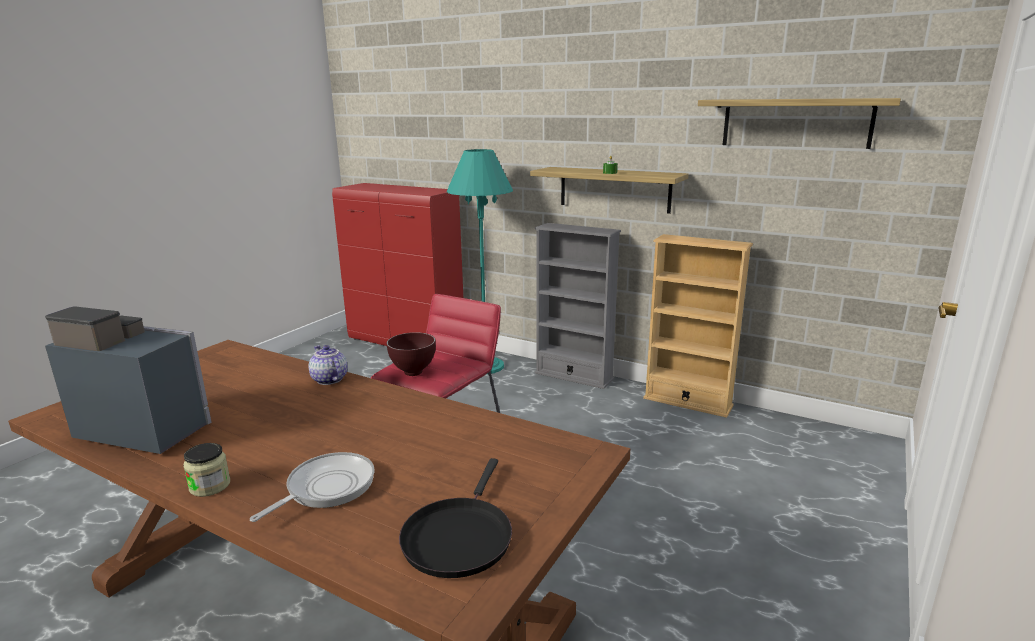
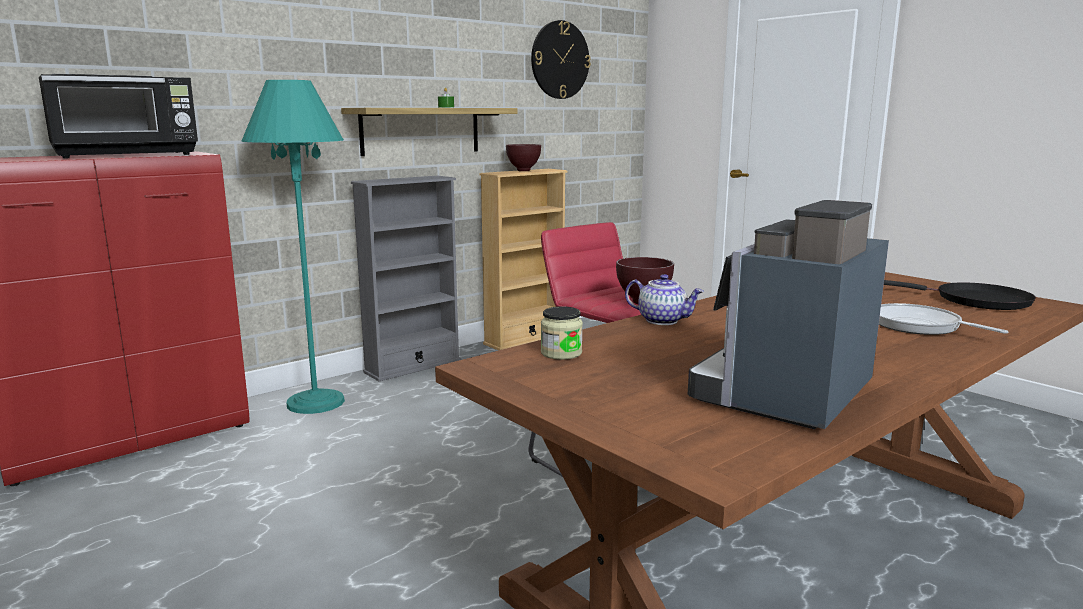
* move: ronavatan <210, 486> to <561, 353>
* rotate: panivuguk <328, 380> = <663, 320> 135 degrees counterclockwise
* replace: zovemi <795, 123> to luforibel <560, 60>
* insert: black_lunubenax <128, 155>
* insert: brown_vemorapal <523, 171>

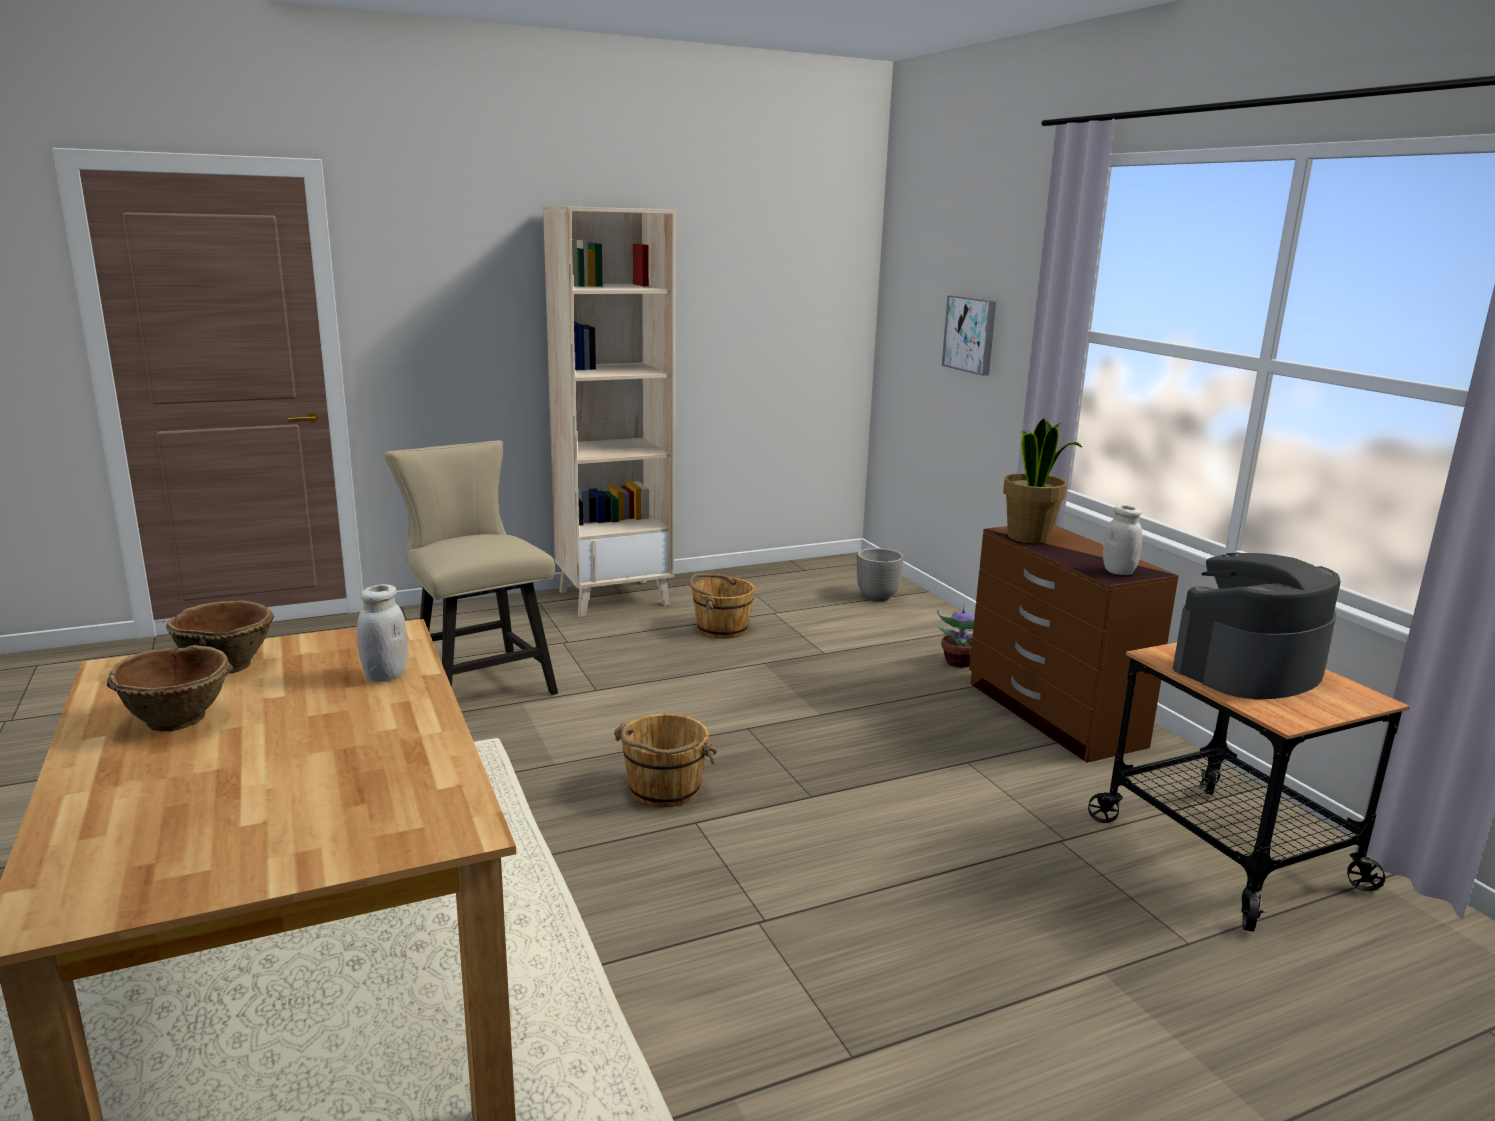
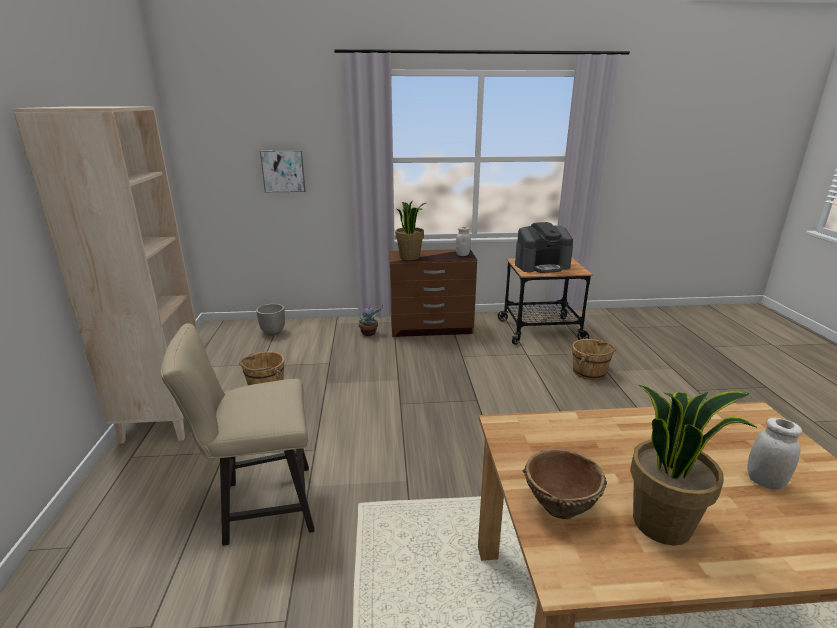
* replace: brown_vemorapal <179, 719> to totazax <662, 523>
* move: white_ronavatan <385, 675> to <764, 481>
* move: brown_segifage <663, 789> to <589, 372>
* rotate: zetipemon <1247, 670> = <542, 266> 90 degrees counterclockwise

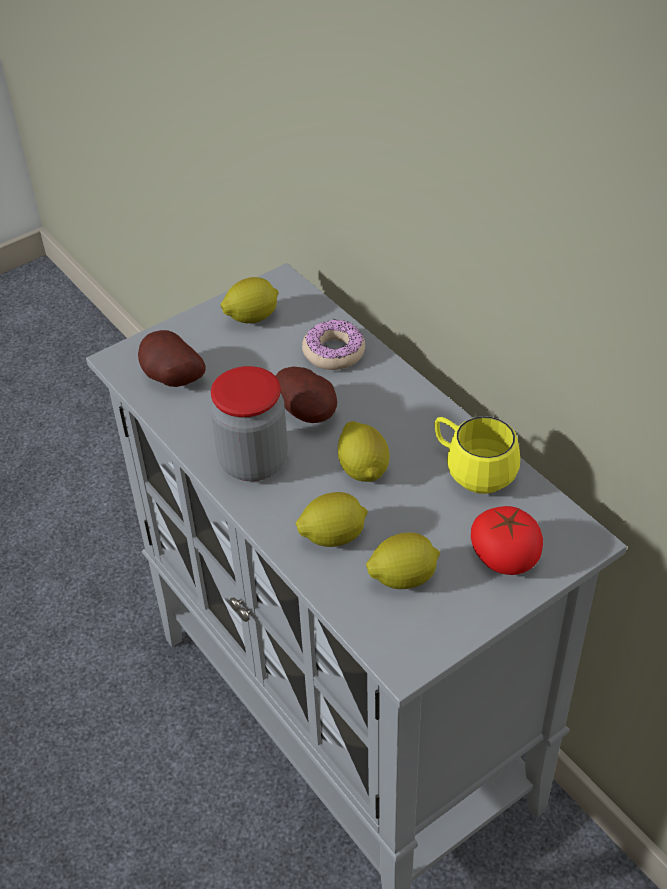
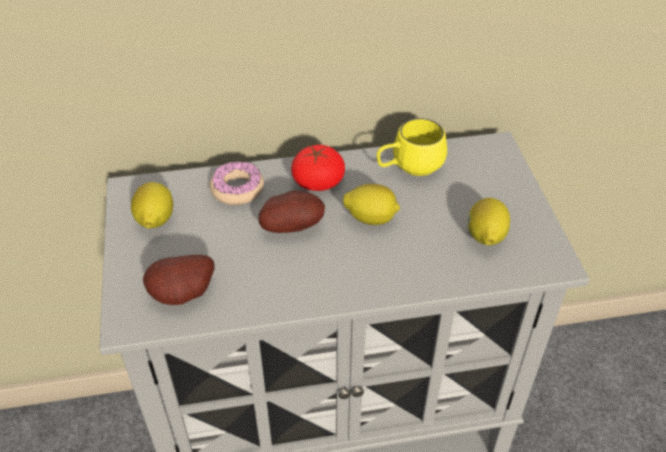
* delete: ronavatan <253, 462>
* delete: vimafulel <332, 536>
* move: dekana <505, 556> to <318, 182>

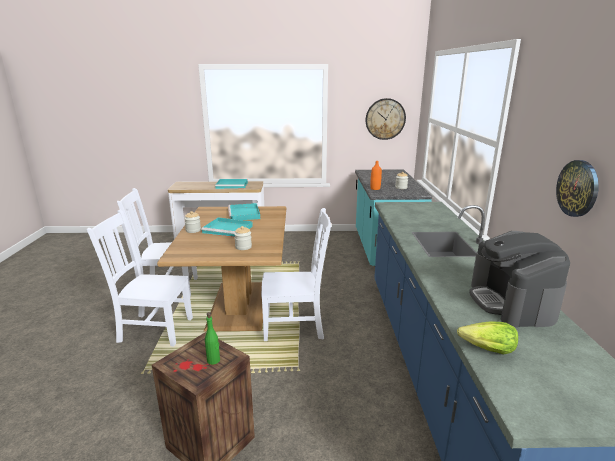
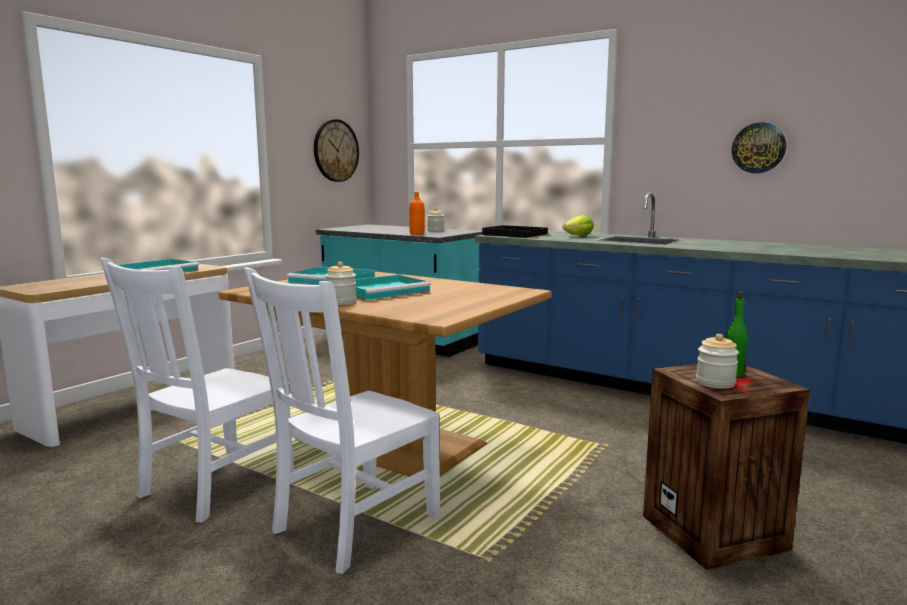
* move: ronavatan <243, 247> to <715, 383>
* delete: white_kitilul <296, 326>
* move: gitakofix <487, 349> to <578, 236>
* delete: zetipemon <511, 302>
* insert: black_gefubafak <513, 234>

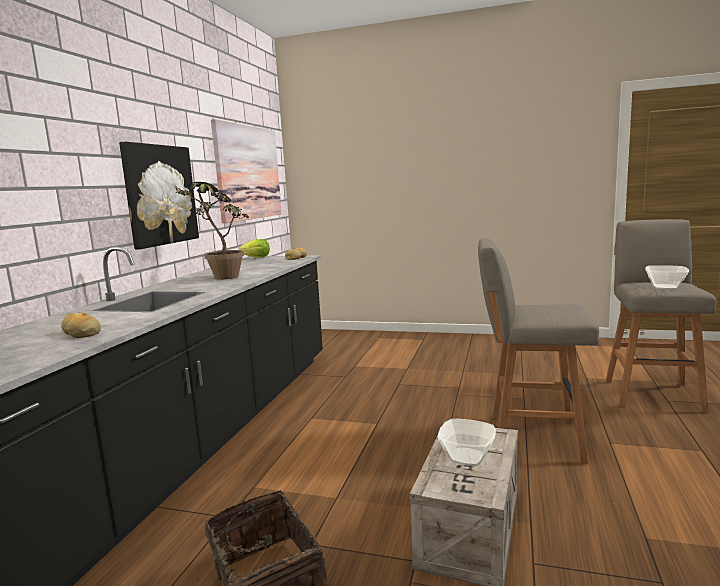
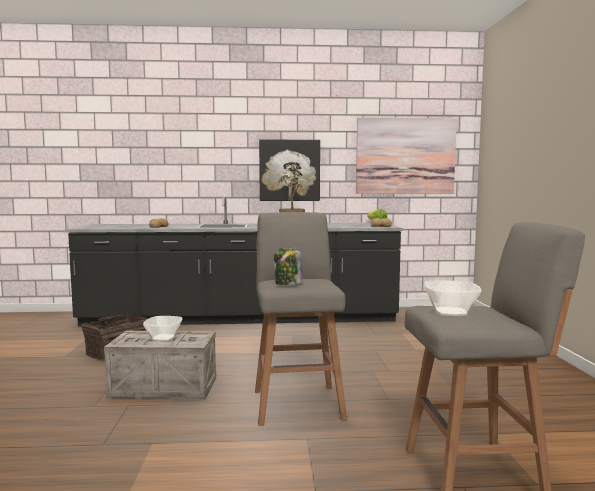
* insert: ronavatan <288, 284>

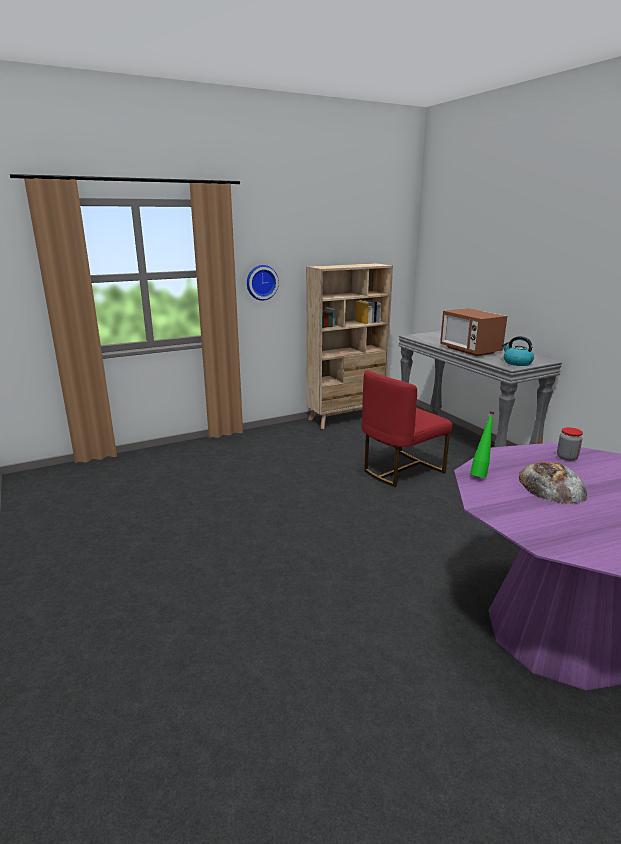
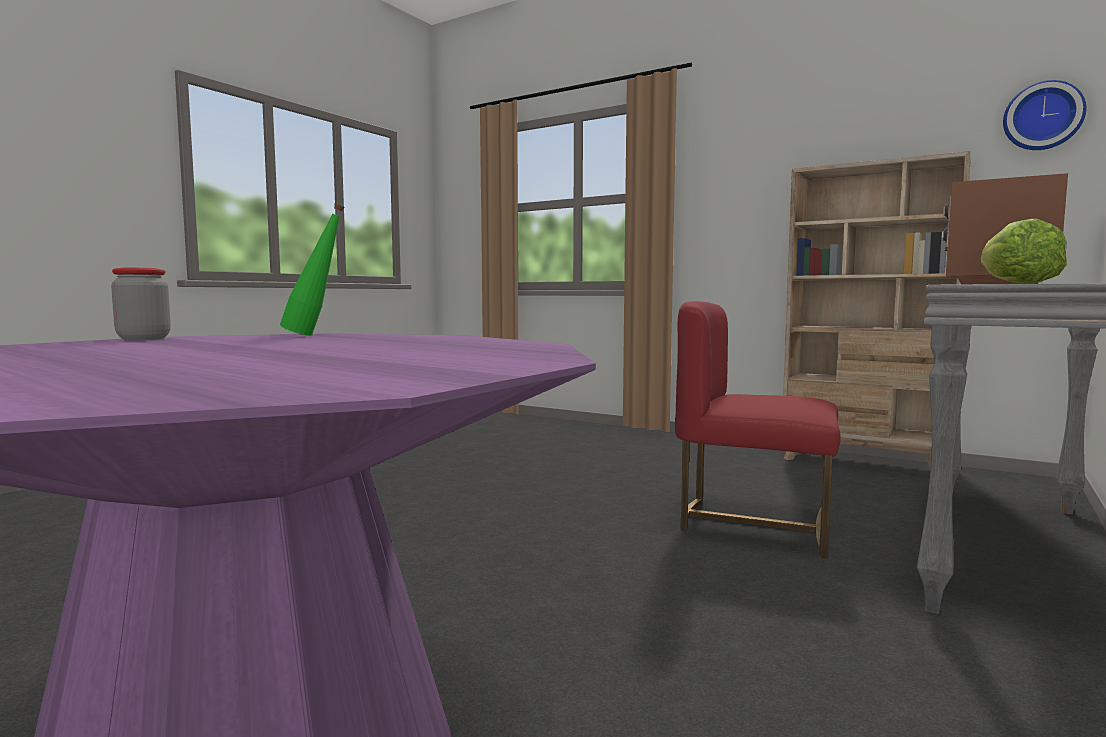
* move: luforibel <261, 282> to <1042, 117>
* replace: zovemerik <516, 363> to gitakofix <1015, 283>
* delete: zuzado <551, 486>
* move: ronavatan <567, 457> to <143, 338>

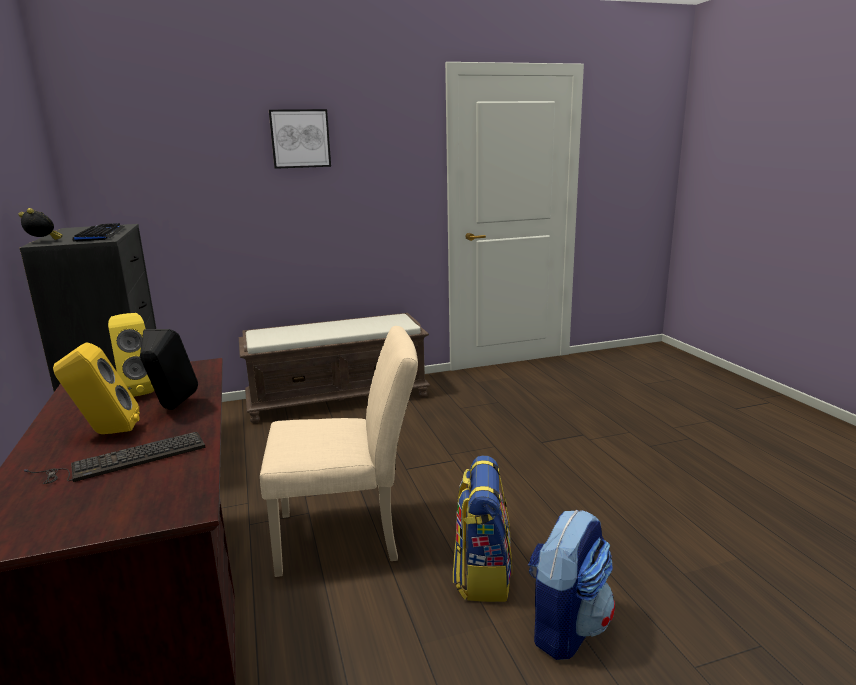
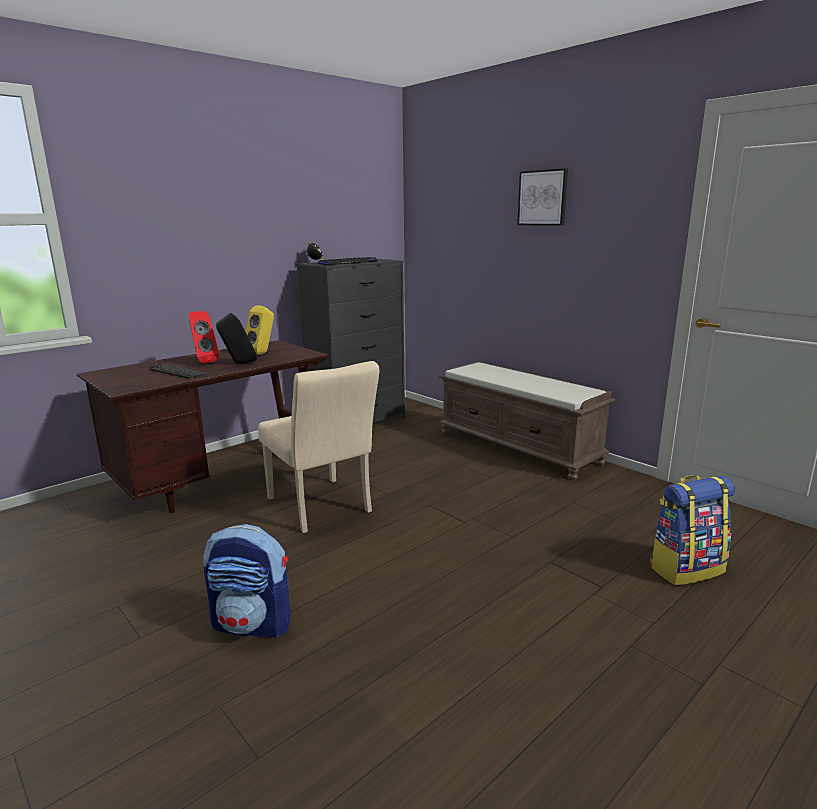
* recolor: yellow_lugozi <105, 433> to red_lugozi <204, 362>
* move: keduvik <482, 574> to <685, 568>

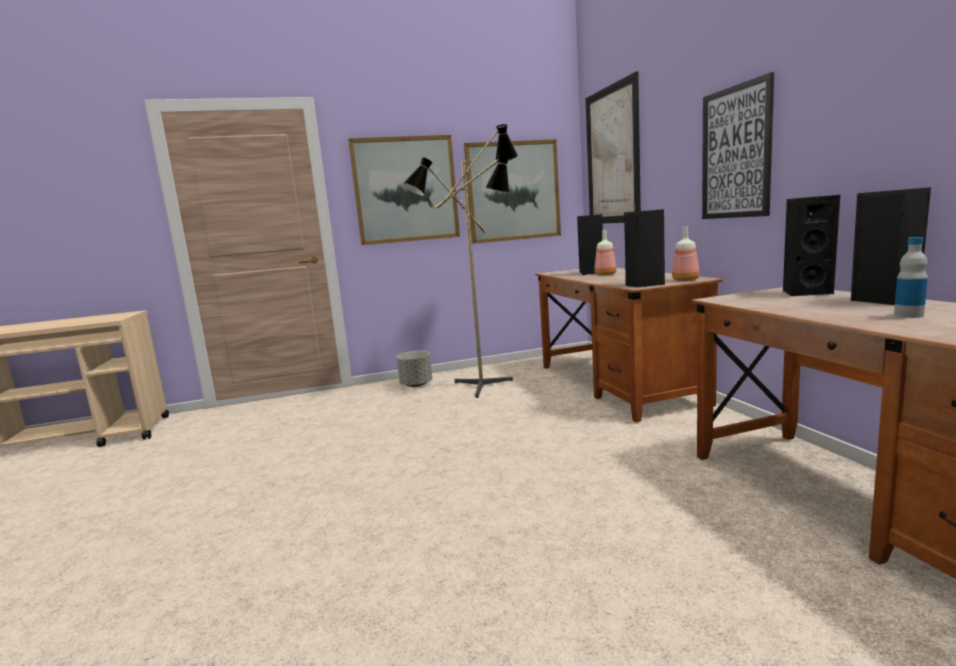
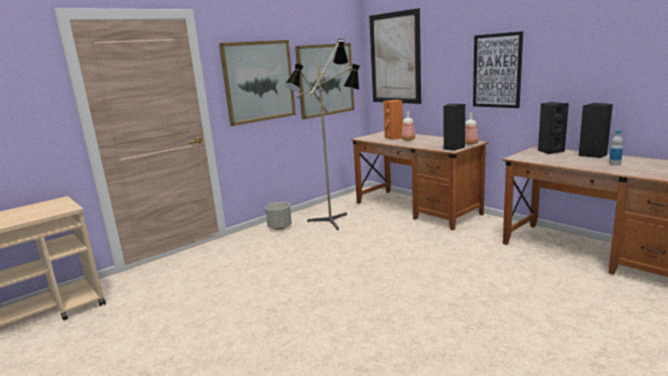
* recolor: black_lugozi <591, 273> to orange_lugozi <394, 138>

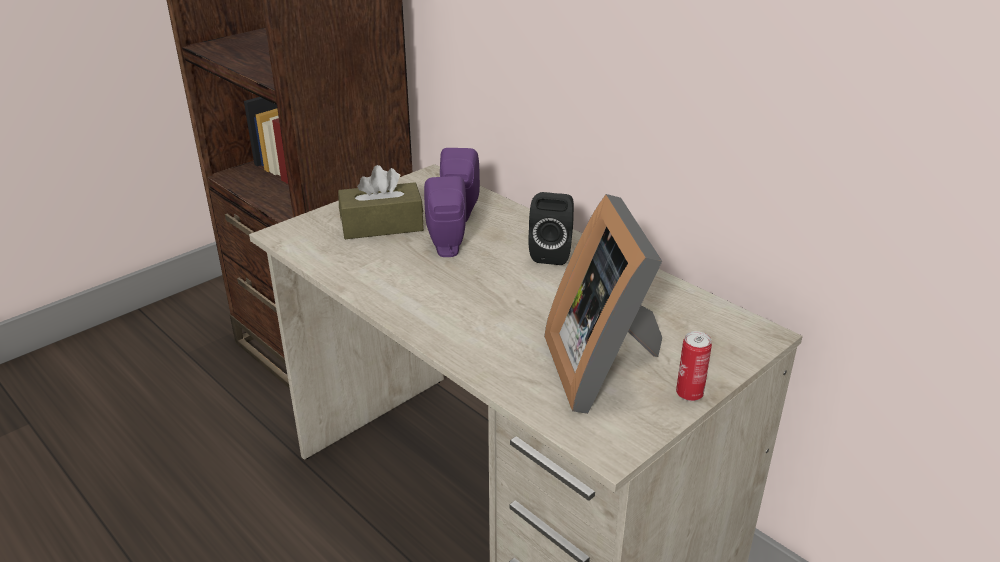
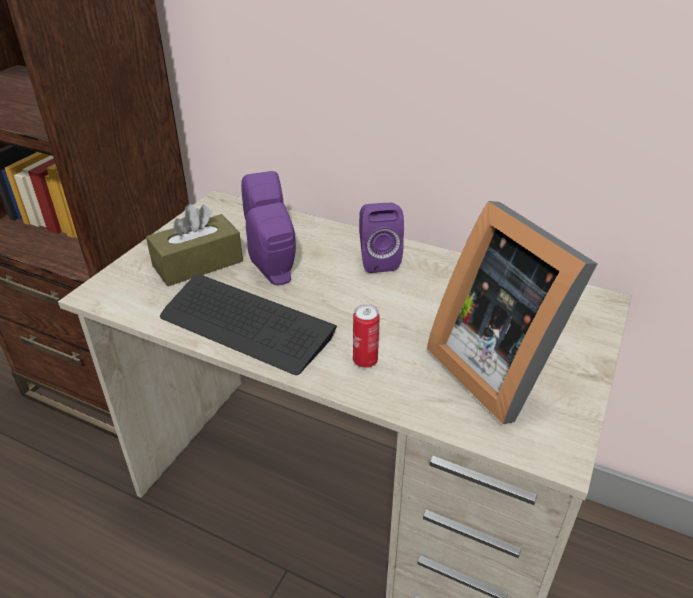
* recolor: black_lugozi <552, 253> to purple_lugozi <377, 260>
* move: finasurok <689, 394> to <365, 361>
* insert: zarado <246, 325>

